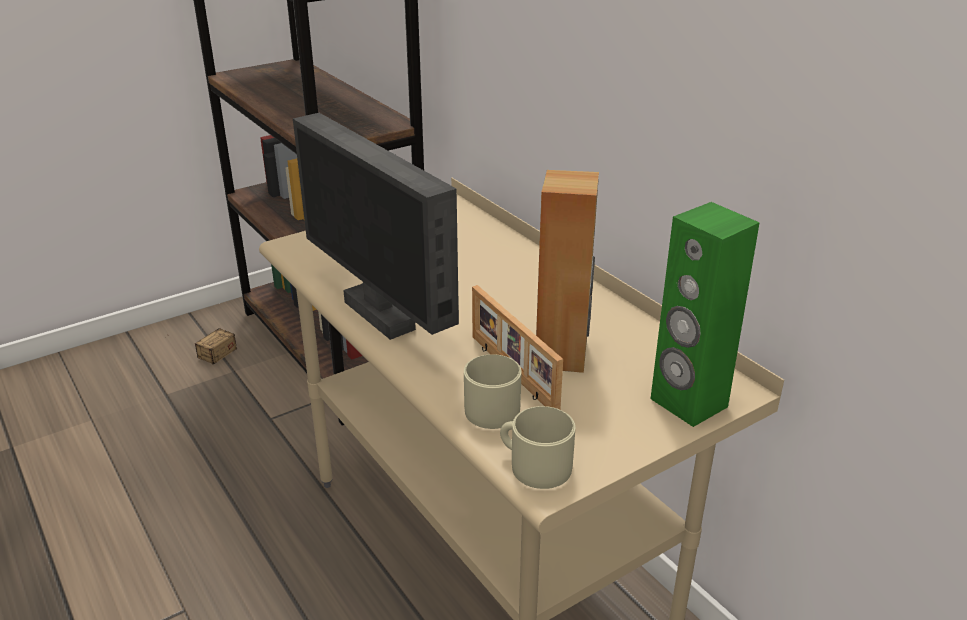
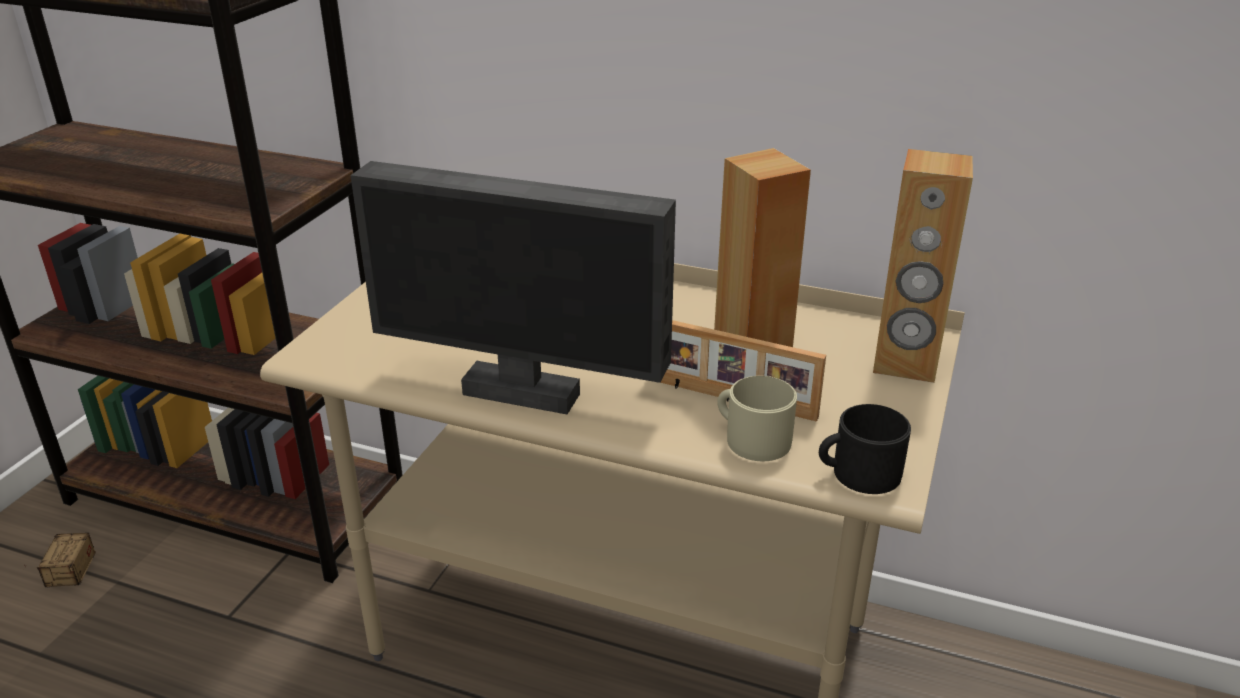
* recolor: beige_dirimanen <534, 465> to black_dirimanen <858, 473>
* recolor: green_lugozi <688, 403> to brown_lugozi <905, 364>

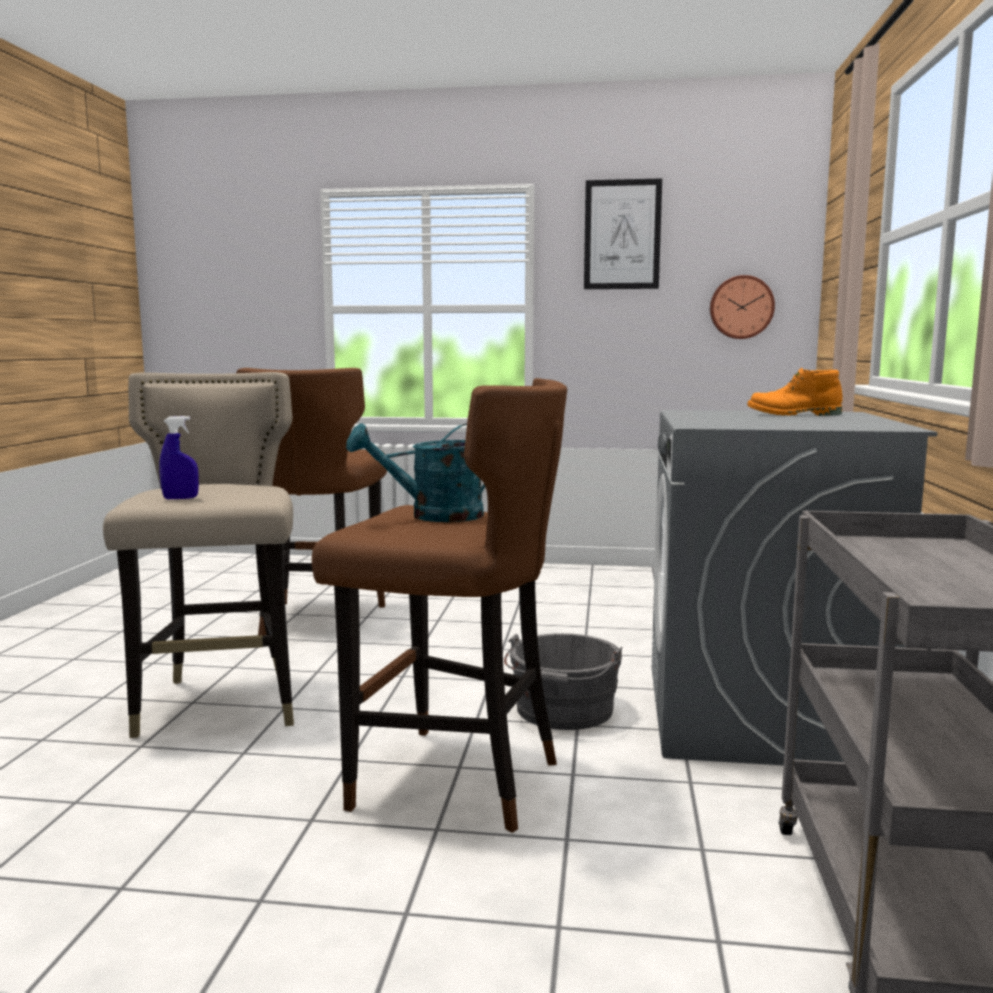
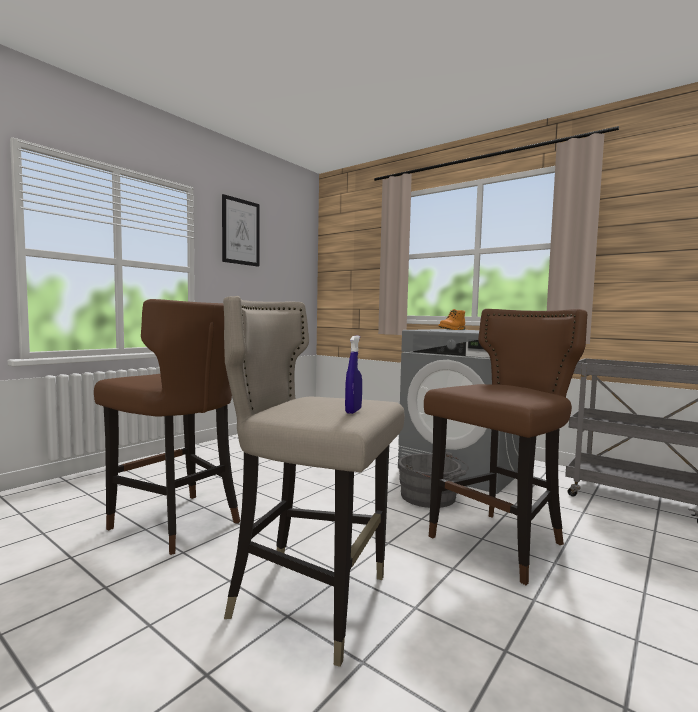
* delete: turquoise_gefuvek <433, 516>
* delete: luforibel <741, 307>

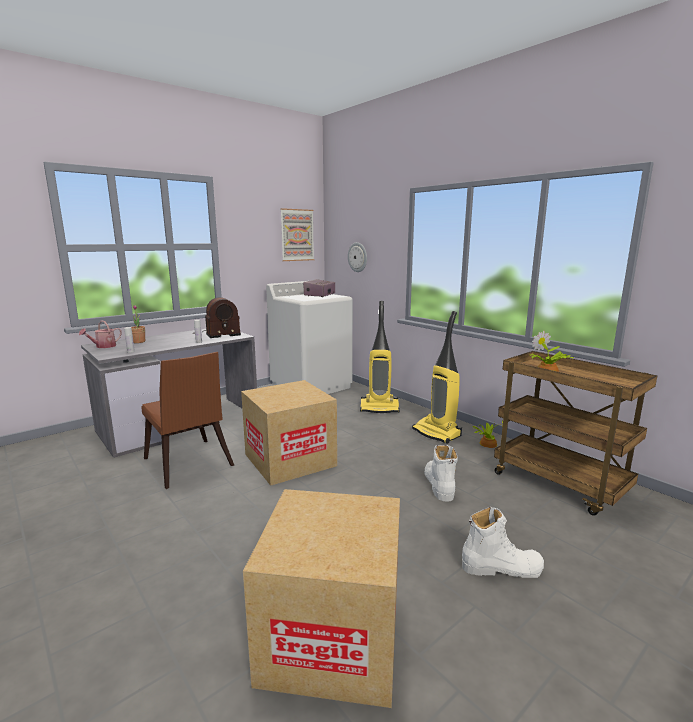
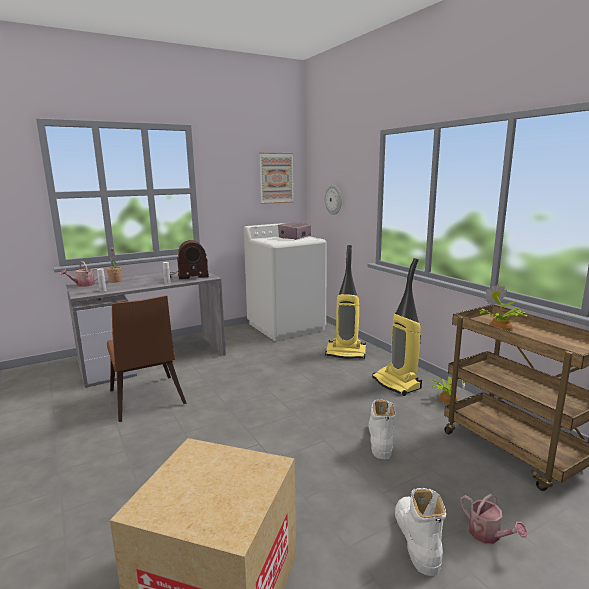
* delete: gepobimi <290, 460>
* rotate: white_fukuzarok <501, 568> = <416, 539> 105 degrees counterclockwise
* insert: gefuvek <488, 535>

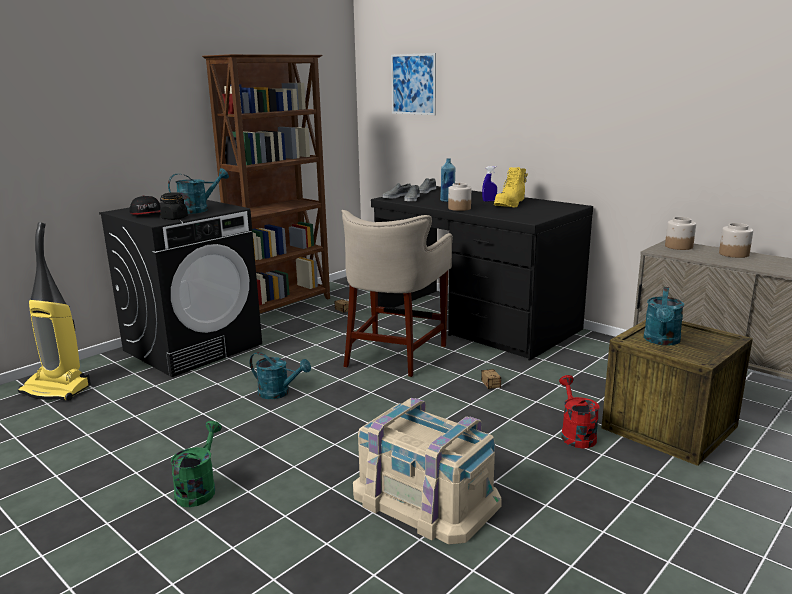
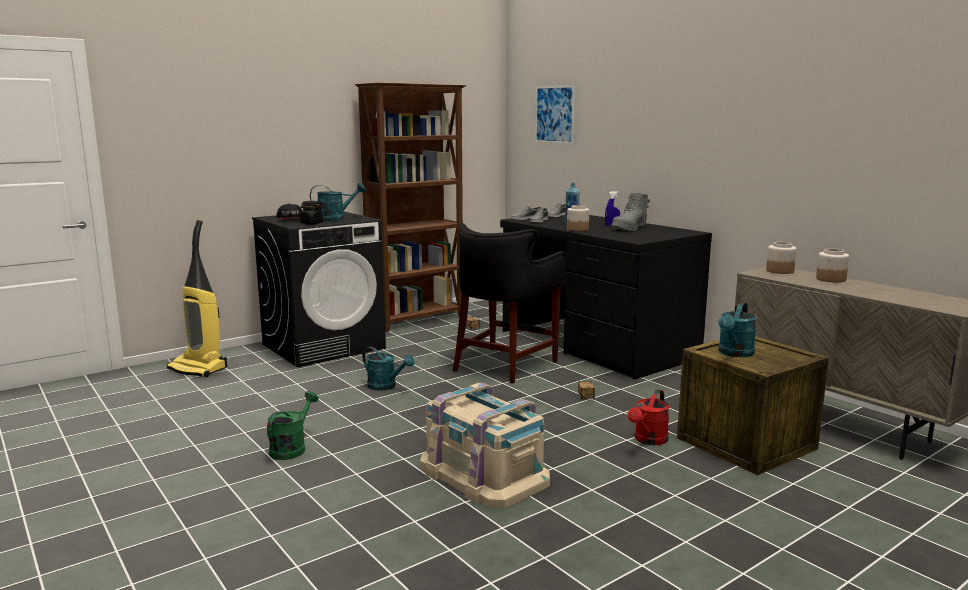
* recolor: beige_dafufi <395, 354> to black_dafufi <505, 365>
* recolor: yellow_fukuzarok <510, 204> to grey_fukuzarok <630, 228>
* rotate: red_gefuvek <575, 434> = <648, 440> 150 degrees counterclockwise

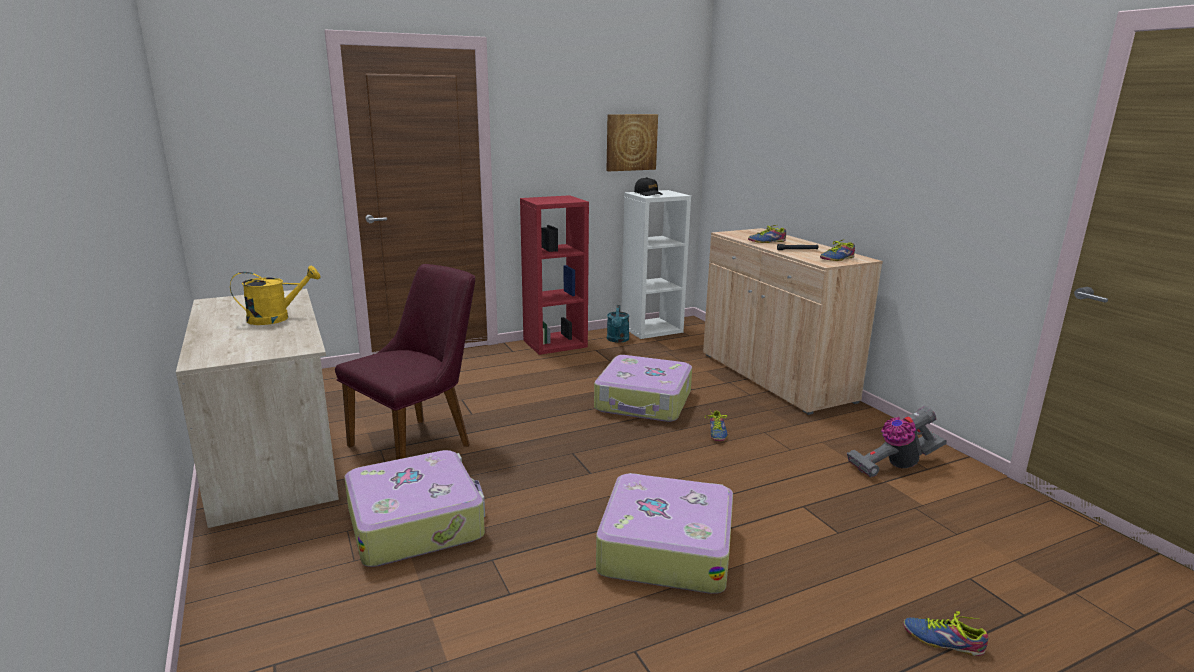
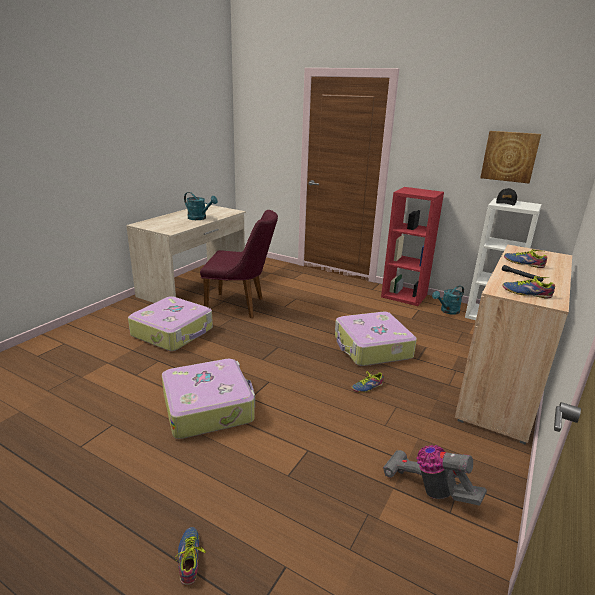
* recolor: yellow_gefuvek <276, 318> to turquoise_gefuvek <200, 218>

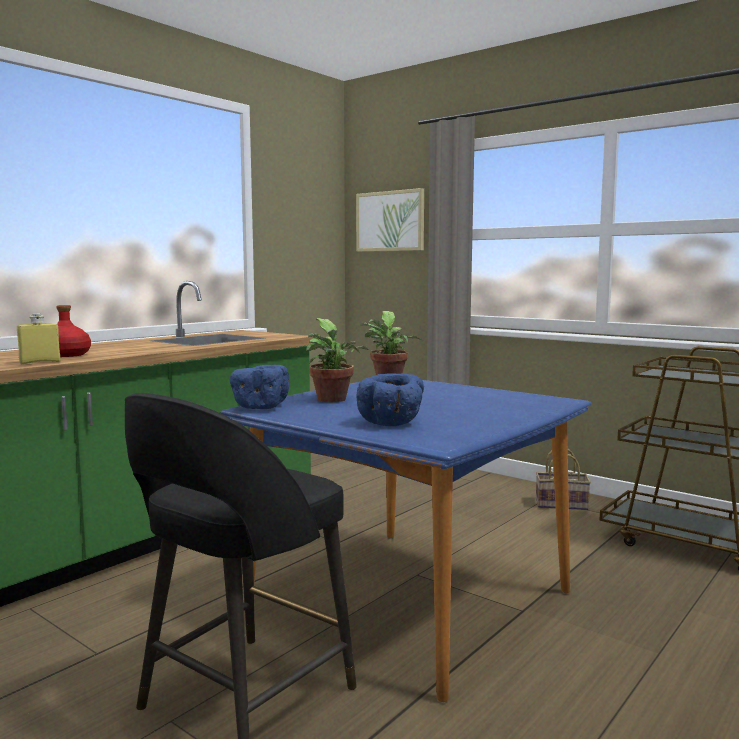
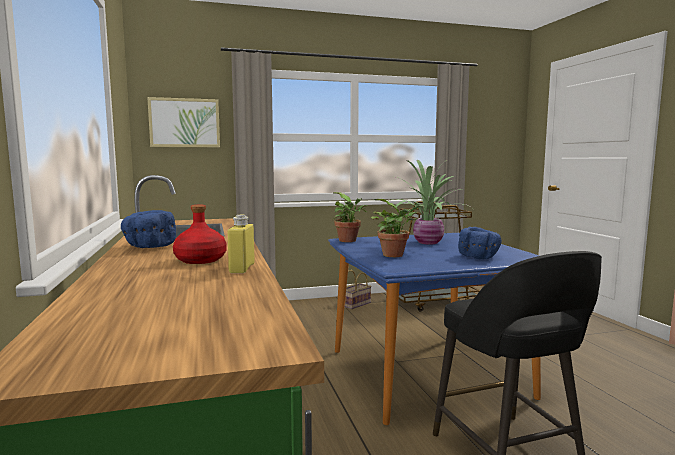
* move: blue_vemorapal <258, 407> to <149, 247>
* insert: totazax <427, 242>

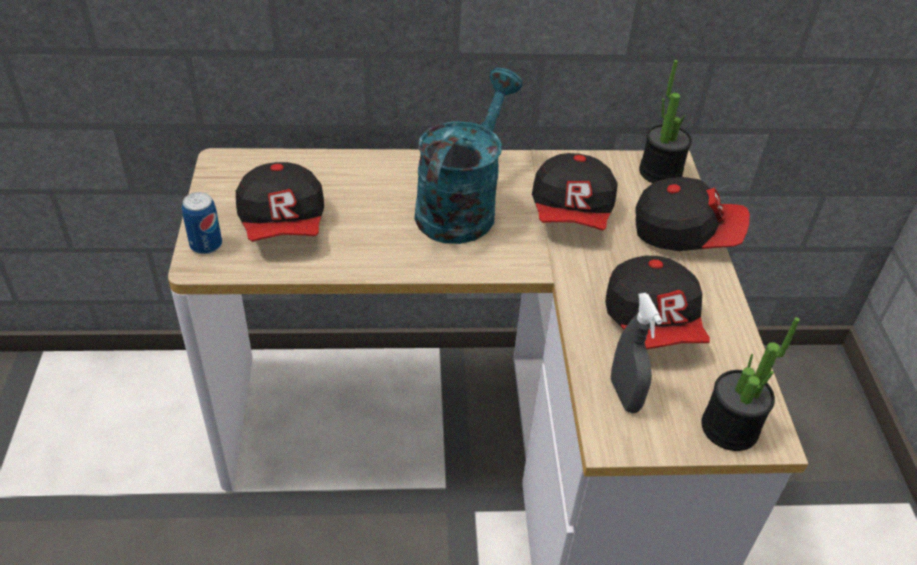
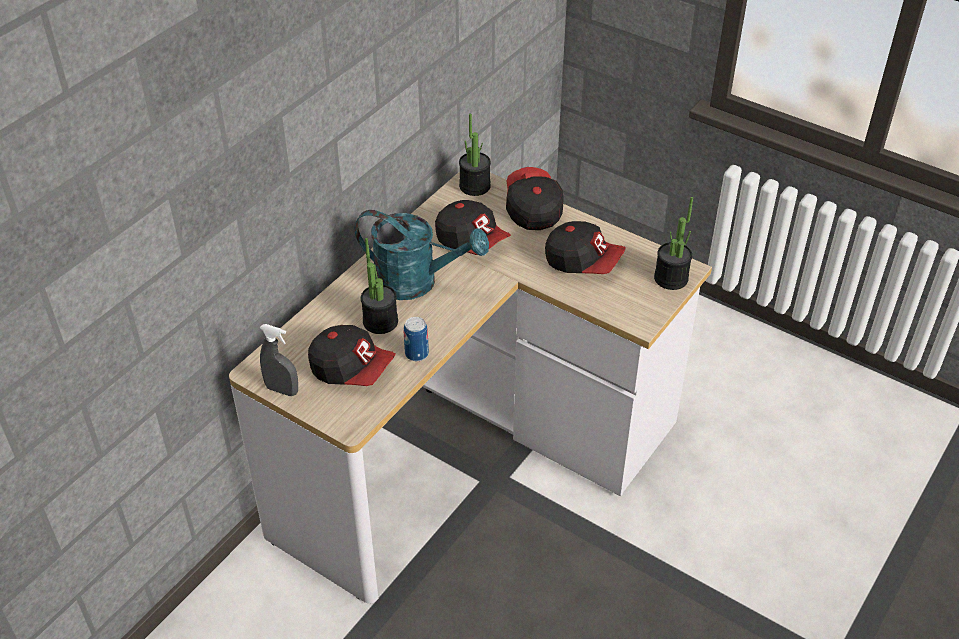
* move: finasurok <206, 245> to <416, 354>
* rotate: turquoise_gefuvek <462, 205> = <417, 282> 135 degrees clockwise
* move: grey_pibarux <625, 395> to <282, 390>
* rotate: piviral <686, 233> = <532, 208> 60 degrees counterclockwise
* insert: totazax <380, 322>

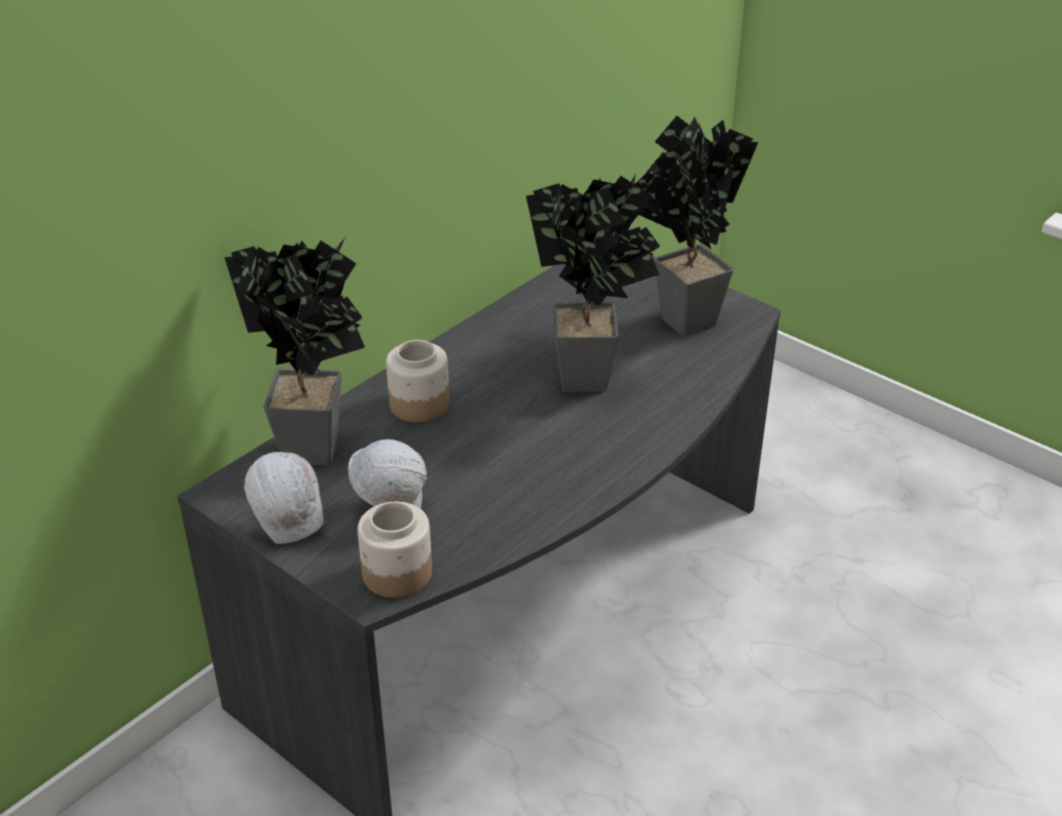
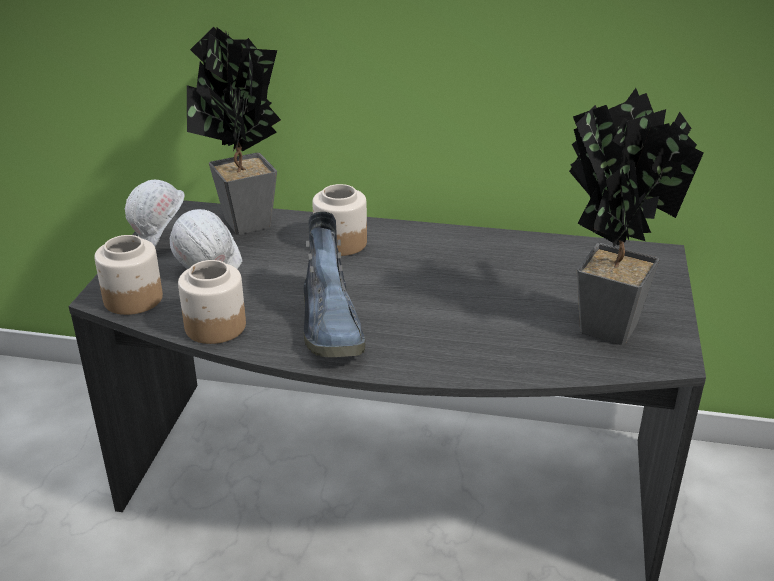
* delete: totazax <593, 382>
* insert: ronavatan <214, 326>
* insert: fukuzarok <332, 327>

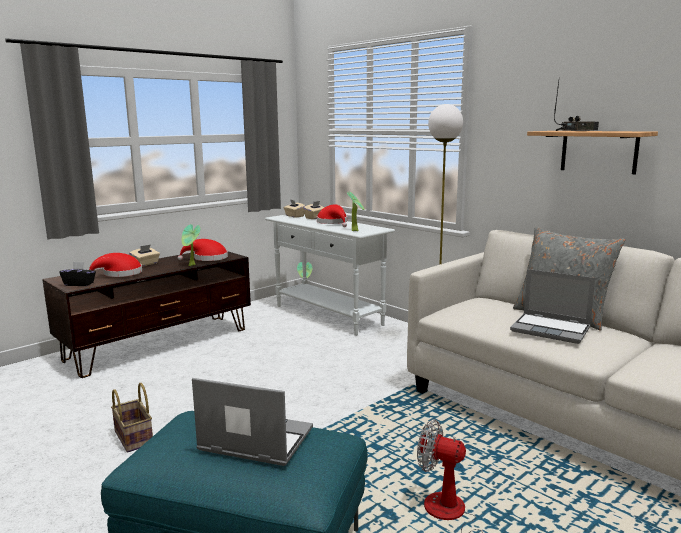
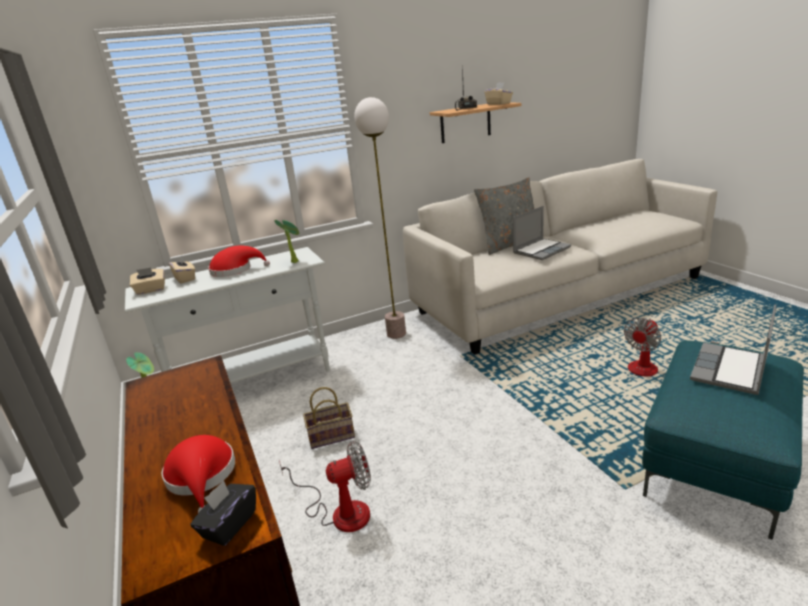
* move: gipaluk <135, 438> to <332, 435>
* move: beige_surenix <145, 264> to <499, 104>
* delete: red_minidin <207, 258>
* delete: totazax <192, 265>
* insert: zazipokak <340, 511>

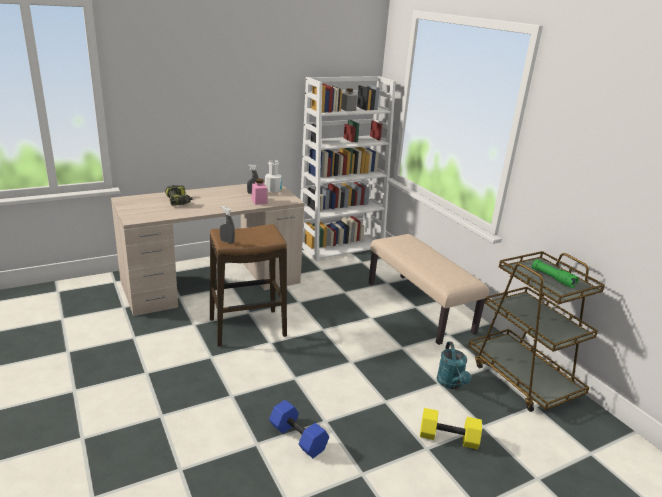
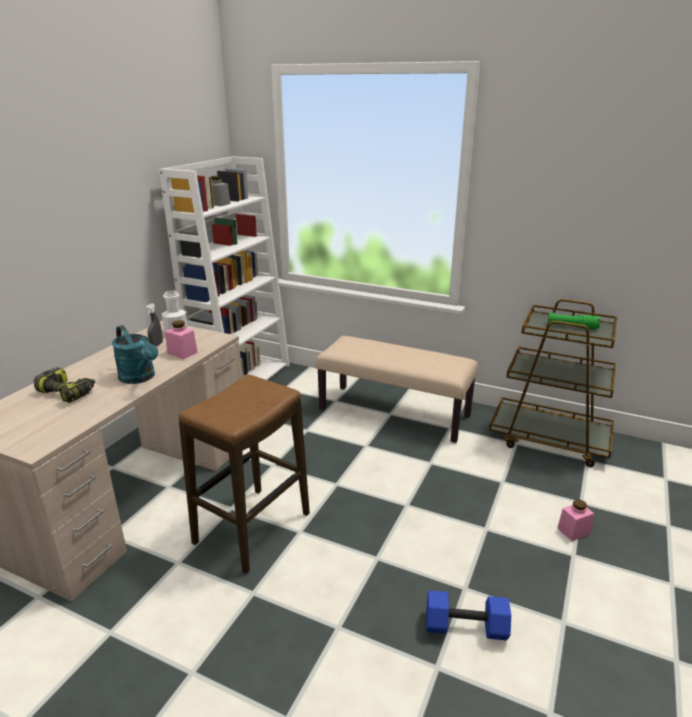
* delete: grey_pibarux <227, 242>
* replace: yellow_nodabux <449, 437> to pink_ronavatan <573, 531>
* move: turquoise_gefuvek <451, 384> to <140, 378>

